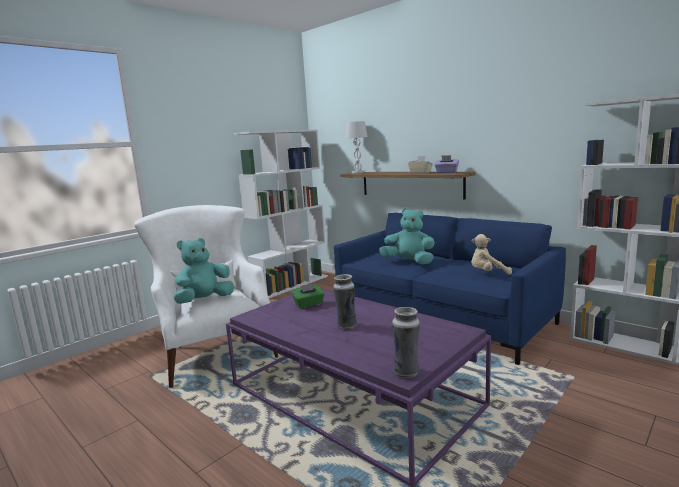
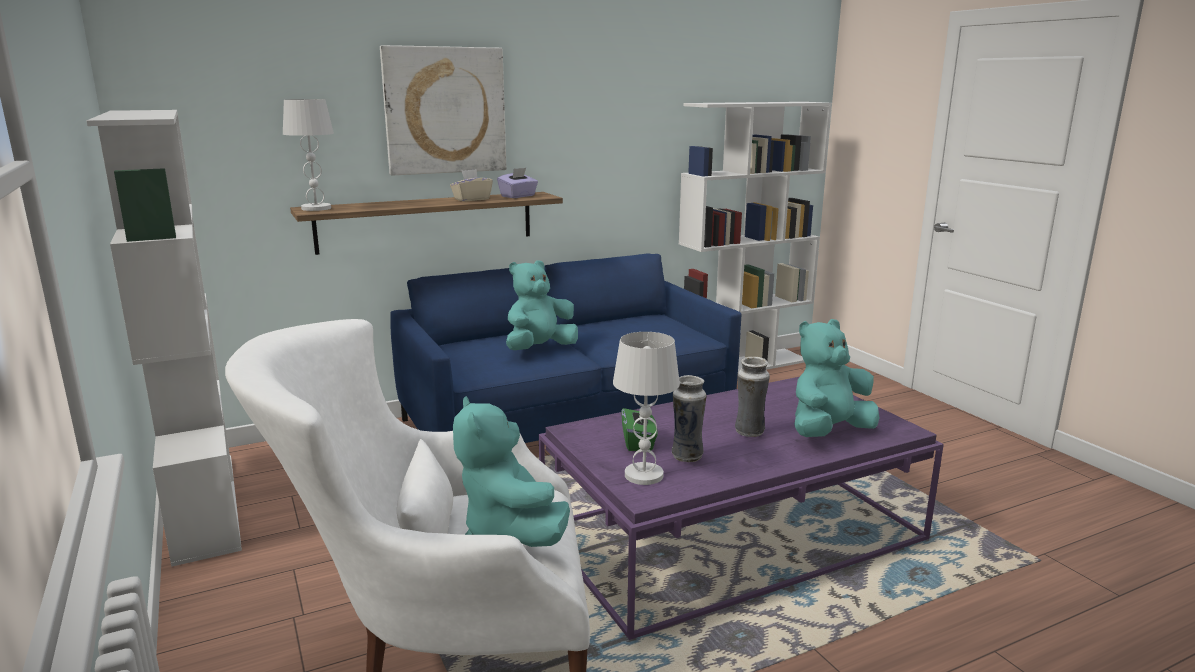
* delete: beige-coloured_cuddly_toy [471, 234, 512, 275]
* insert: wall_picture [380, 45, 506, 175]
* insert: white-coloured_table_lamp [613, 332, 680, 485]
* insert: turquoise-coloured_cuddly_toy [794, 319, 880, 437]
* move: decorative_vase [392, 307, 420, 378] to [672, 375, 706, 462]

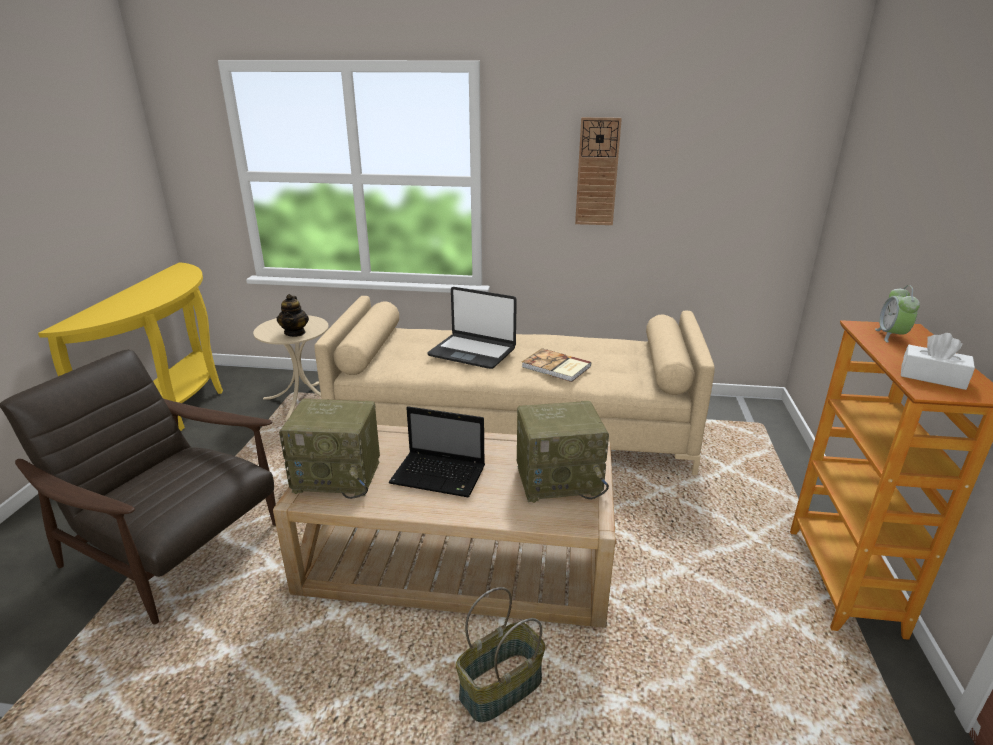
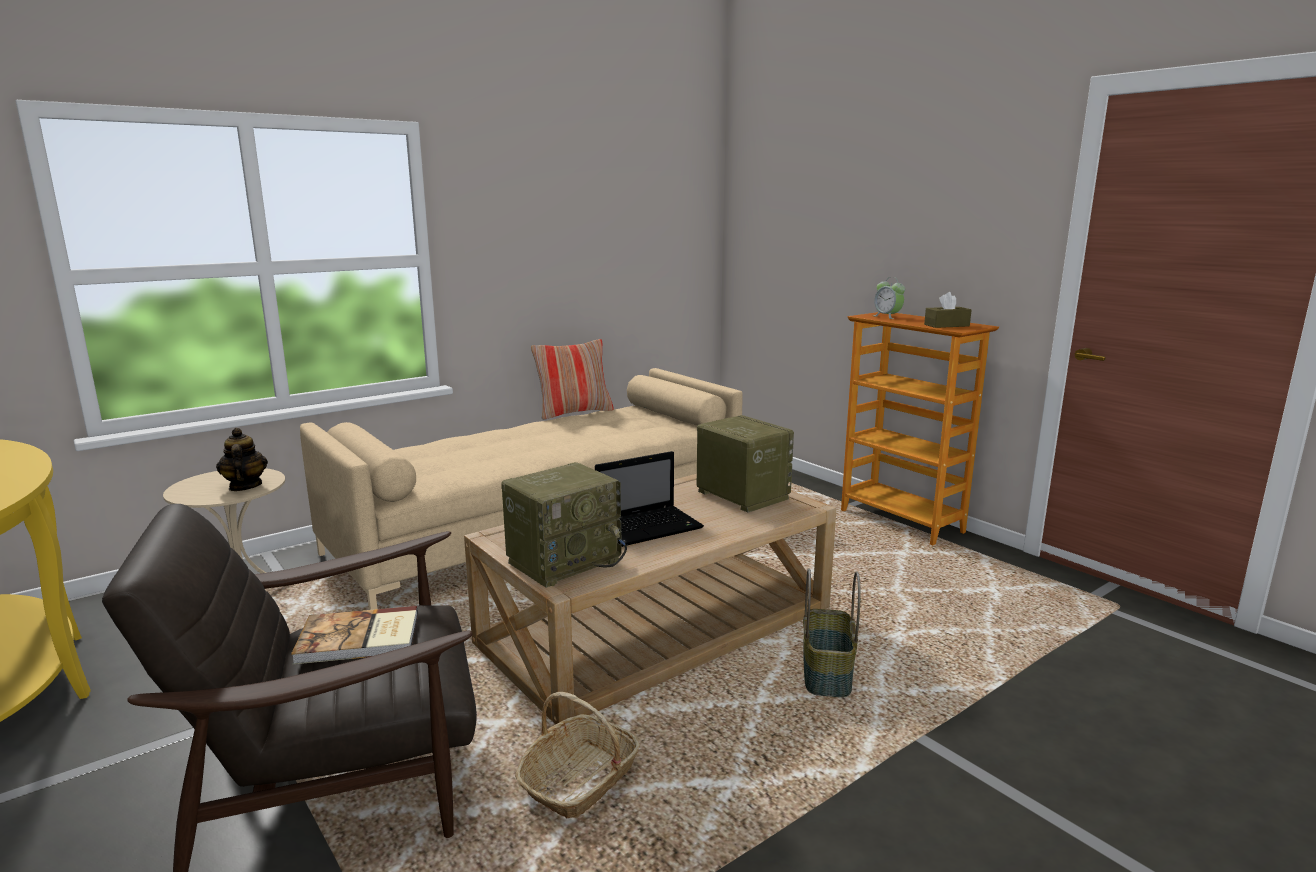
* delete: notebook_computer [427, 287, 517, 369]
* delete: hanging_clock [575, 117, 622, 225]
* insert: basket [515, 692, 640, 818]
* insert: pillow [531, 339, 614, 420]
* move: volume [522, 348, 591, 382] to [291, 606, 418, 664]
* recolor: white-coloured_tissue_box [901, 333, 975, 390] to brown_tissue_box [924, 292, 971, 328]
* rotate: teapot [277, 294, 309, 337] = [216, 428, 268, 491] 150 degrees counterclockwise
* rotate: radio [517, 401, 609, 503] = [697, 415, 794, 513] 75 degrees counterclockwise

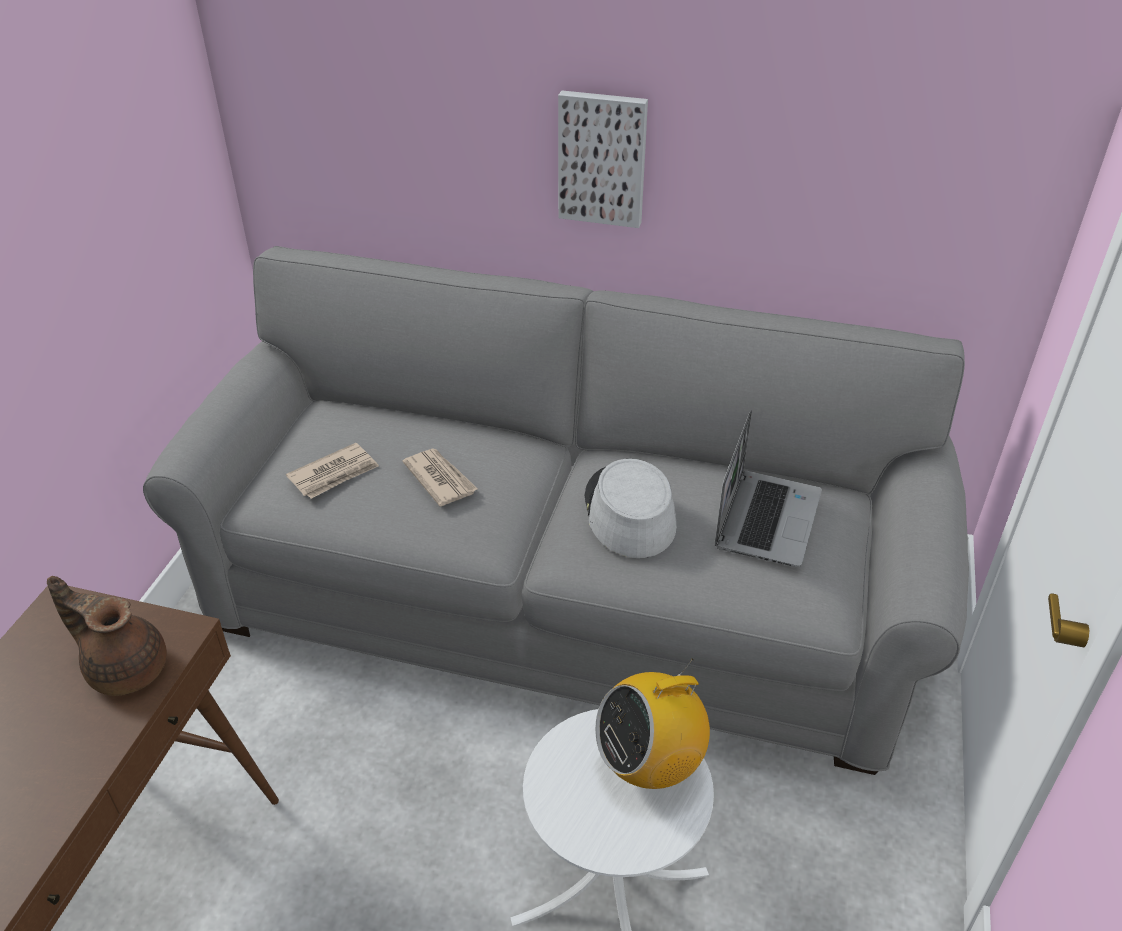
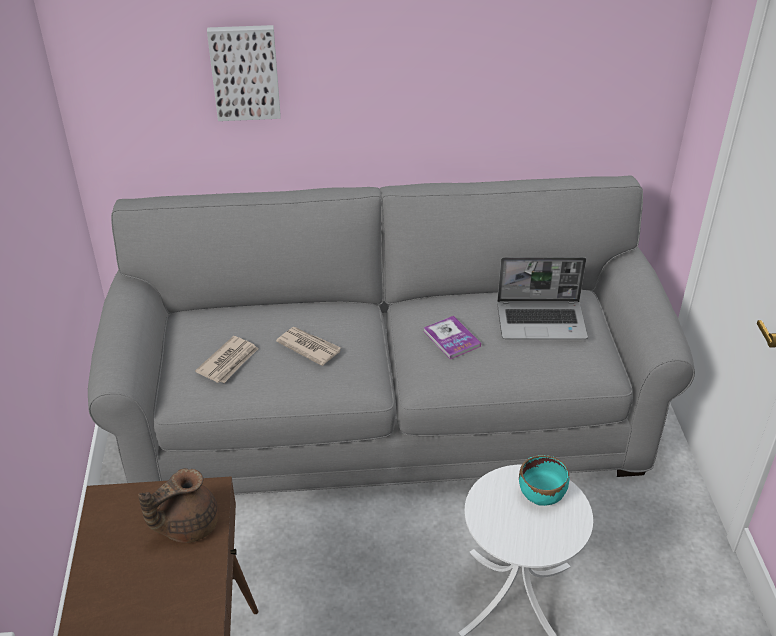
* move: wall_picture [558, 91, 648, 228] to [207, 25, 281, 121]
* replace: gray_hat [584, 459, 677, 558] to volume [423, 316, 481, 359]
* replace: radio [595, 658, 710, 789] to turquoise-coloured_bowl [519, 455, 569, 506]
* rotate: brown_teapot [47, 576, 167, 696] = [138, 468, 219, 543] 45 degrees counterclockwise
* rotate: notebook_computer [715, 410, 822, 567] = [497, 257, 588, 339] 90 degrees clockwise

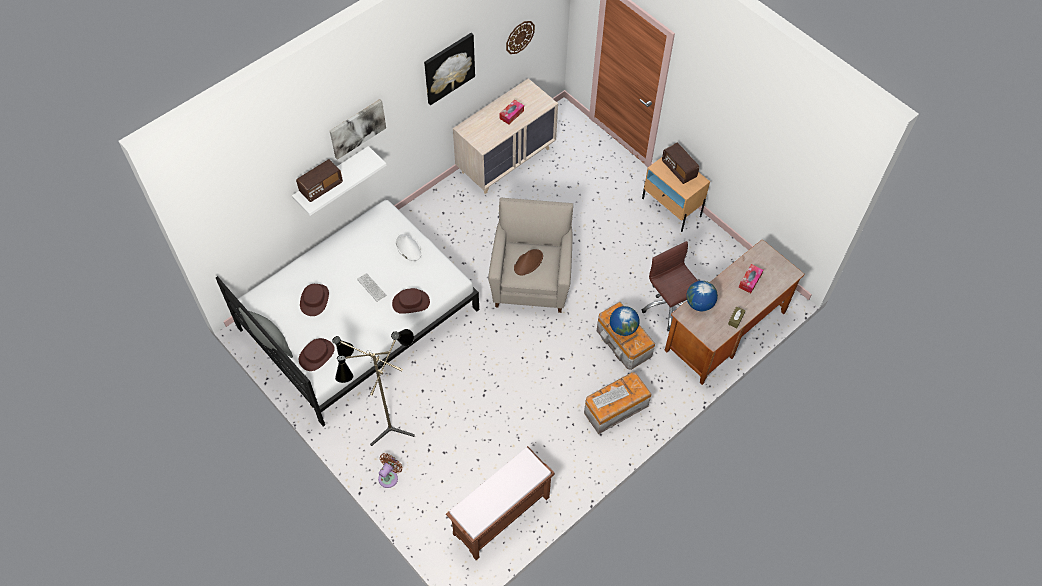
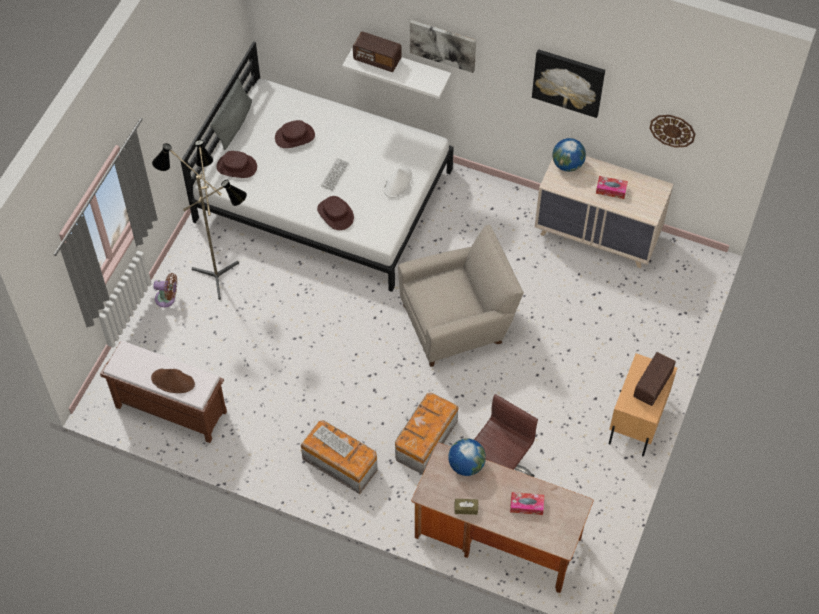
* move: brown_hat [514, 249, 543, 276] to [151, 369, 195, 393]
* move: desk_globe [610, 306, 640, 336] to [552, 138, 586, 172]

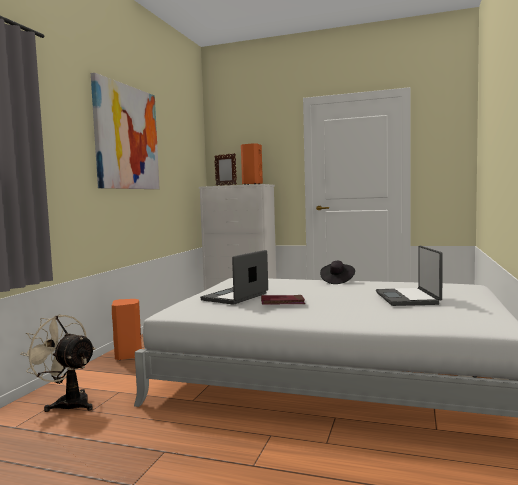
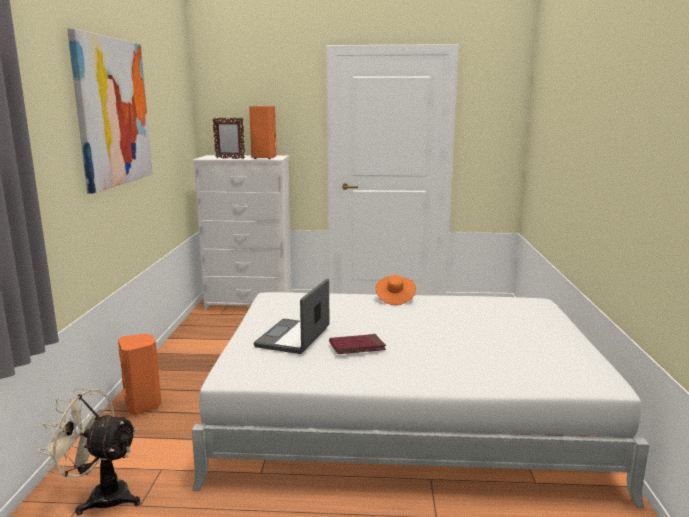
* delete: notebook_computer [376, 246, 443, 306]
* recolor: black_hat [320, 261, 355, 284] to orangey_hat [376, 275, 416, 305]

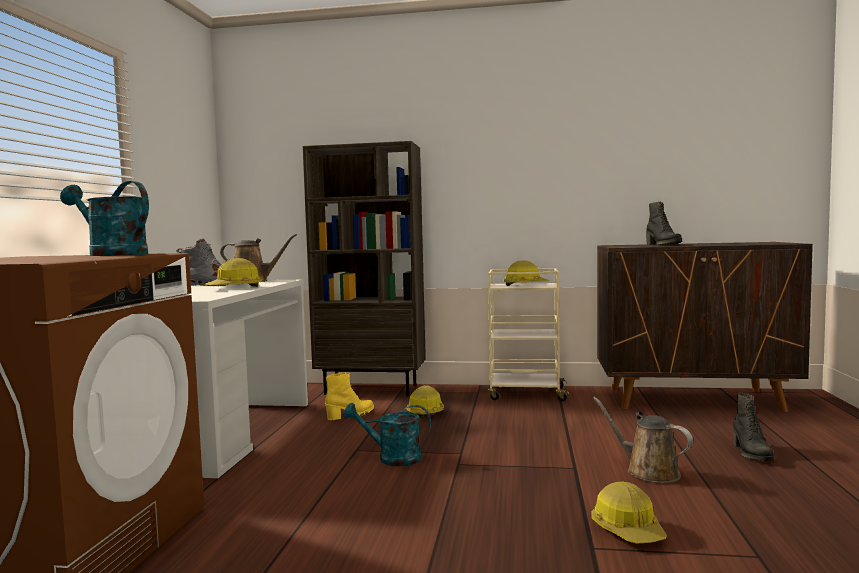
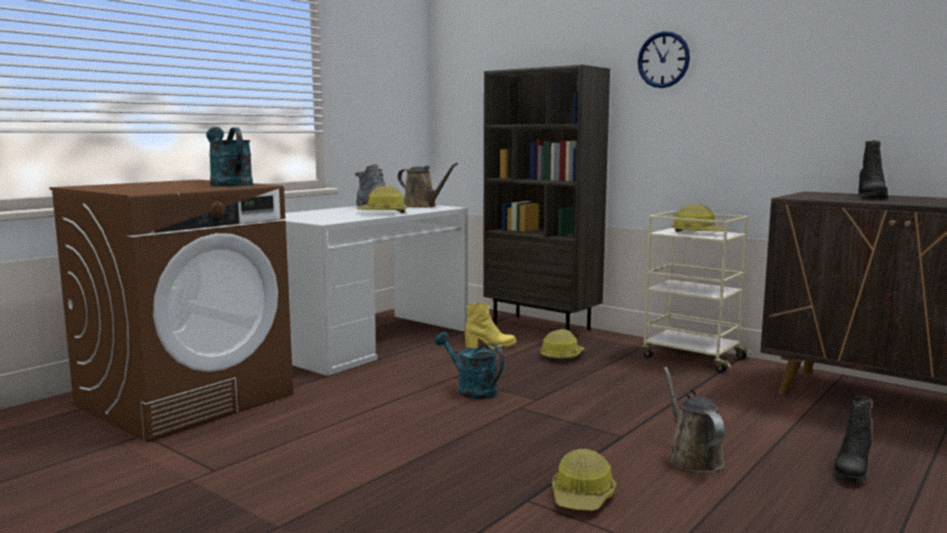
* insert: hanging_clock [638, 31, 690, 88]

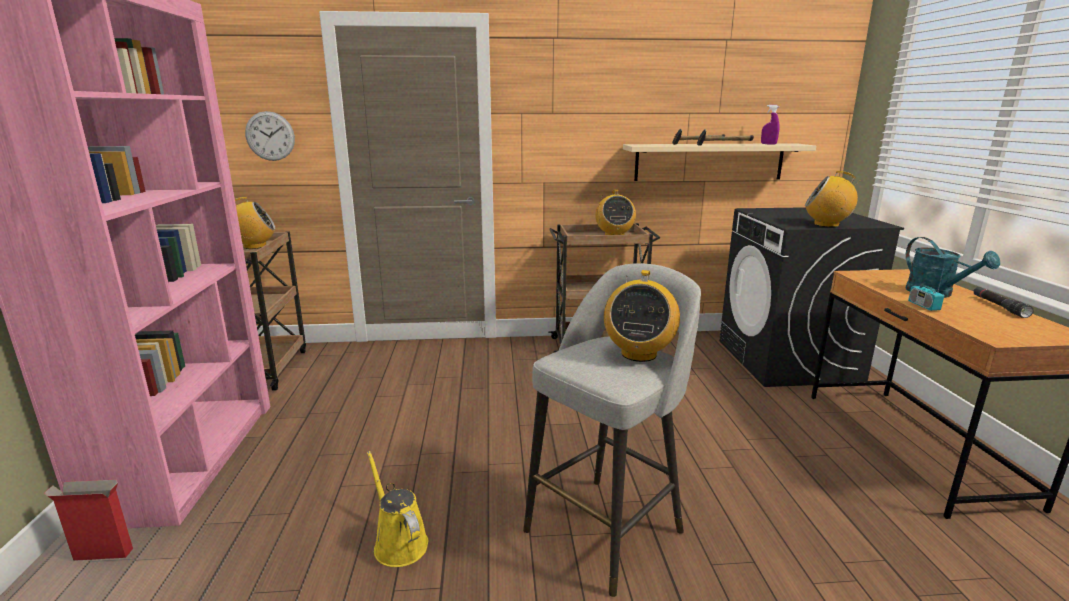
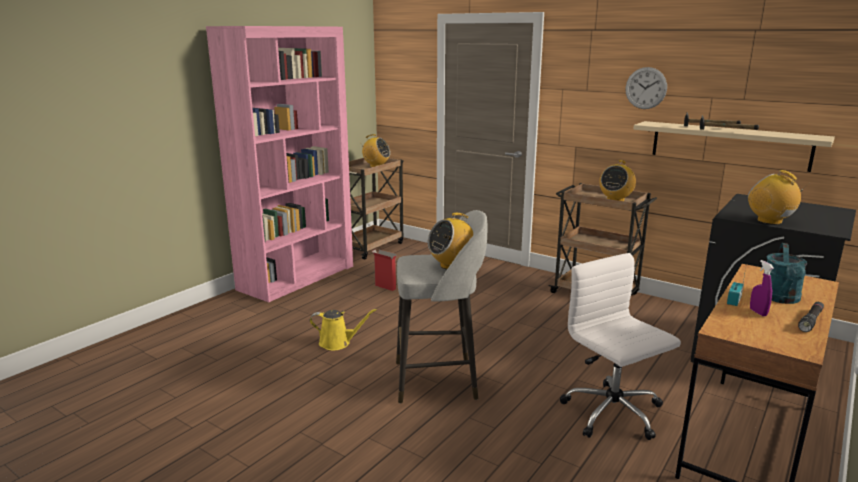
* insert: white-coloured_computer_chair [560, 253, 681, 440]
* move: carton [44, 479, 133, 561] to [372, 250, 397, 291]
* move: hanging_clock [245, 111, 295, 161] to [626, 67, 667, 109]
* move: purple_spray_bottle [761, 105, 780, 145] to [750, 260, 774, 316]
* rotate: yellow_sprinkling_can [367, 451, 429, 567] = [310, 309, 377, 351] 90 degrees clockwise

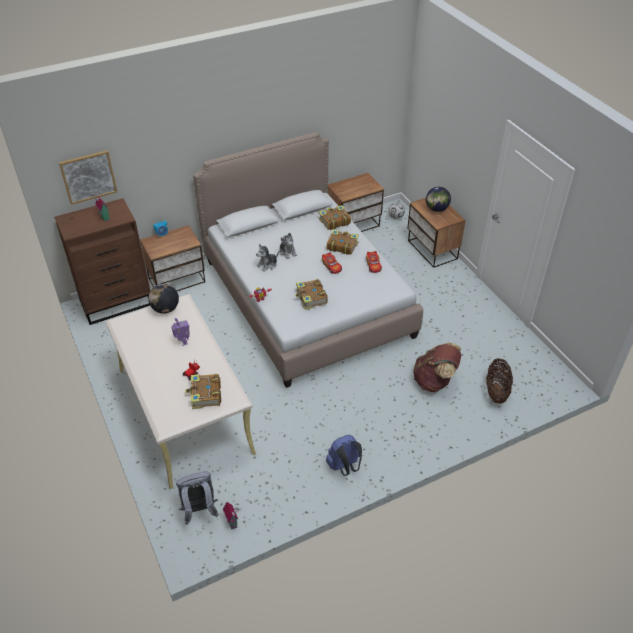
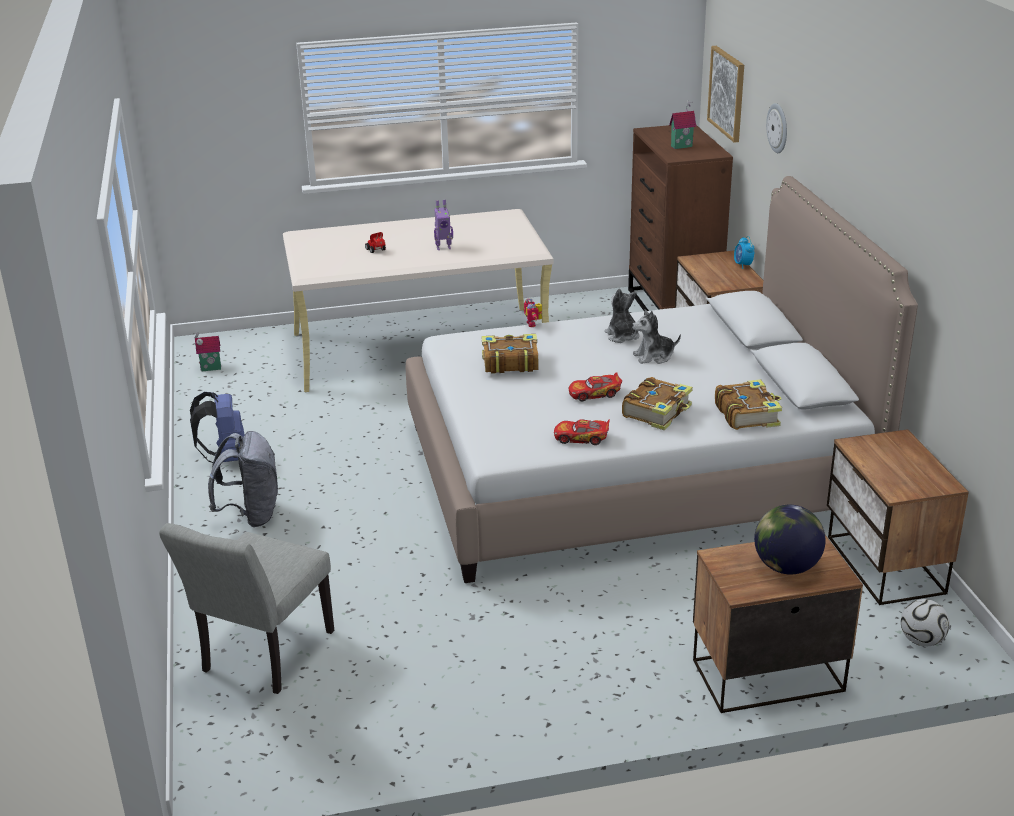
* delete: desk_globe [148, 284, 179, 314]
* delete: volume [185, 374, 221, 409]
* delete: brown_backpack [413, 342, 462, 392]
* insert: hanging_clock [766, 103, 787, 153]
* move: gray_backpack [176, 471, 218, 525] to [208, 431, 278, 527]
* replace: basket [486, 358, 513, 404] to gray_upright_chair [159, 523, 334, 694]

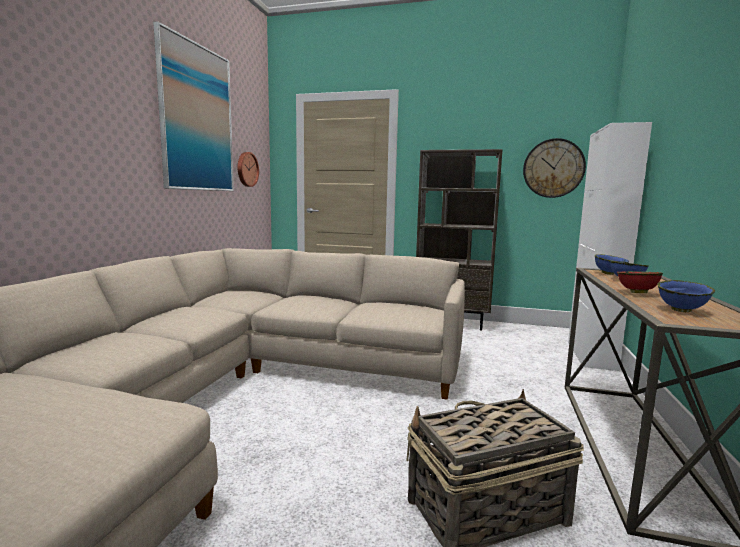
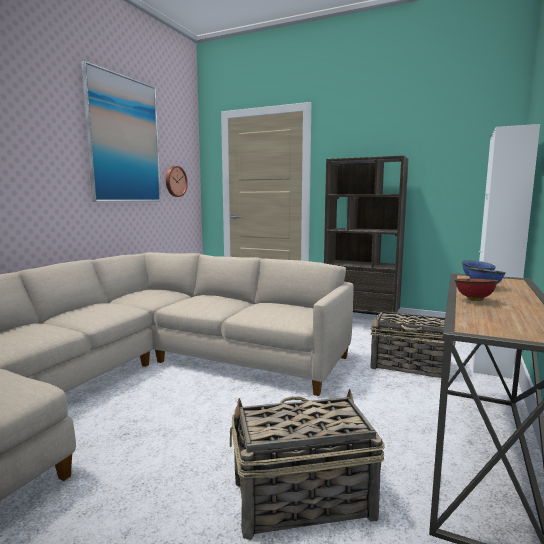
* delete: hanging_clock [523, 138, 586, 198]
* delete: bluish_bowl [657, 280, 715, 312]
* insert: basket [371, 311, 455, 378]

